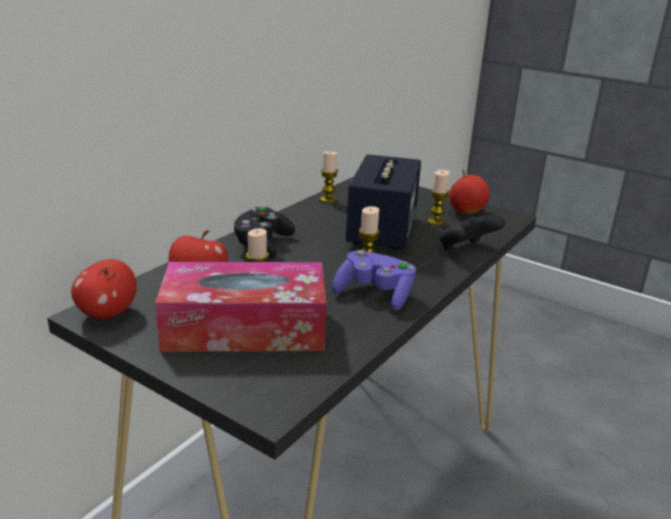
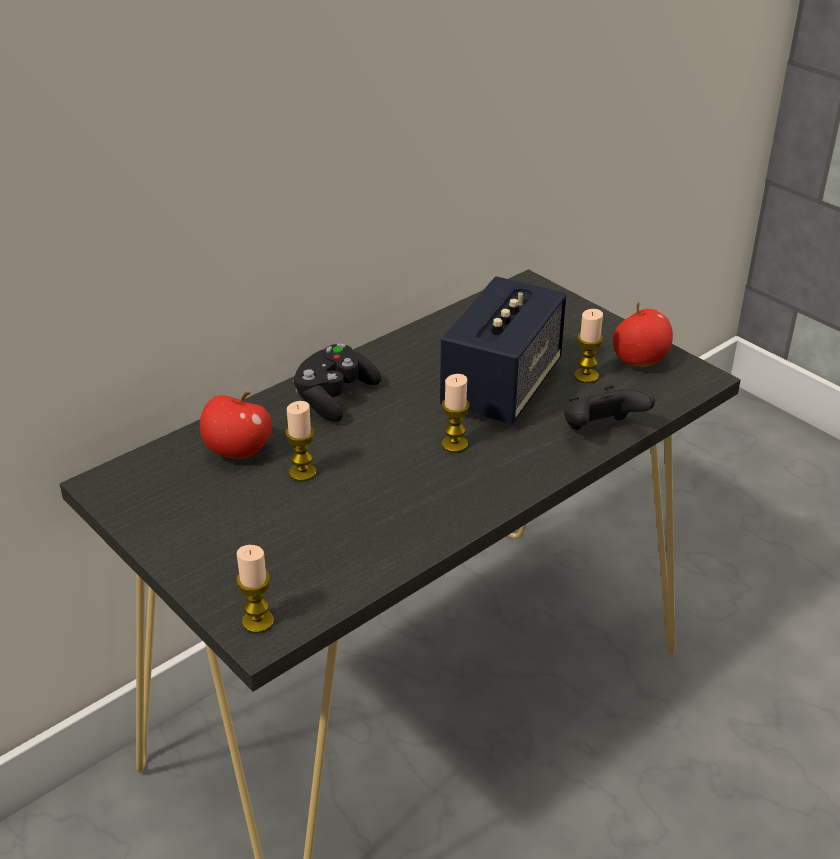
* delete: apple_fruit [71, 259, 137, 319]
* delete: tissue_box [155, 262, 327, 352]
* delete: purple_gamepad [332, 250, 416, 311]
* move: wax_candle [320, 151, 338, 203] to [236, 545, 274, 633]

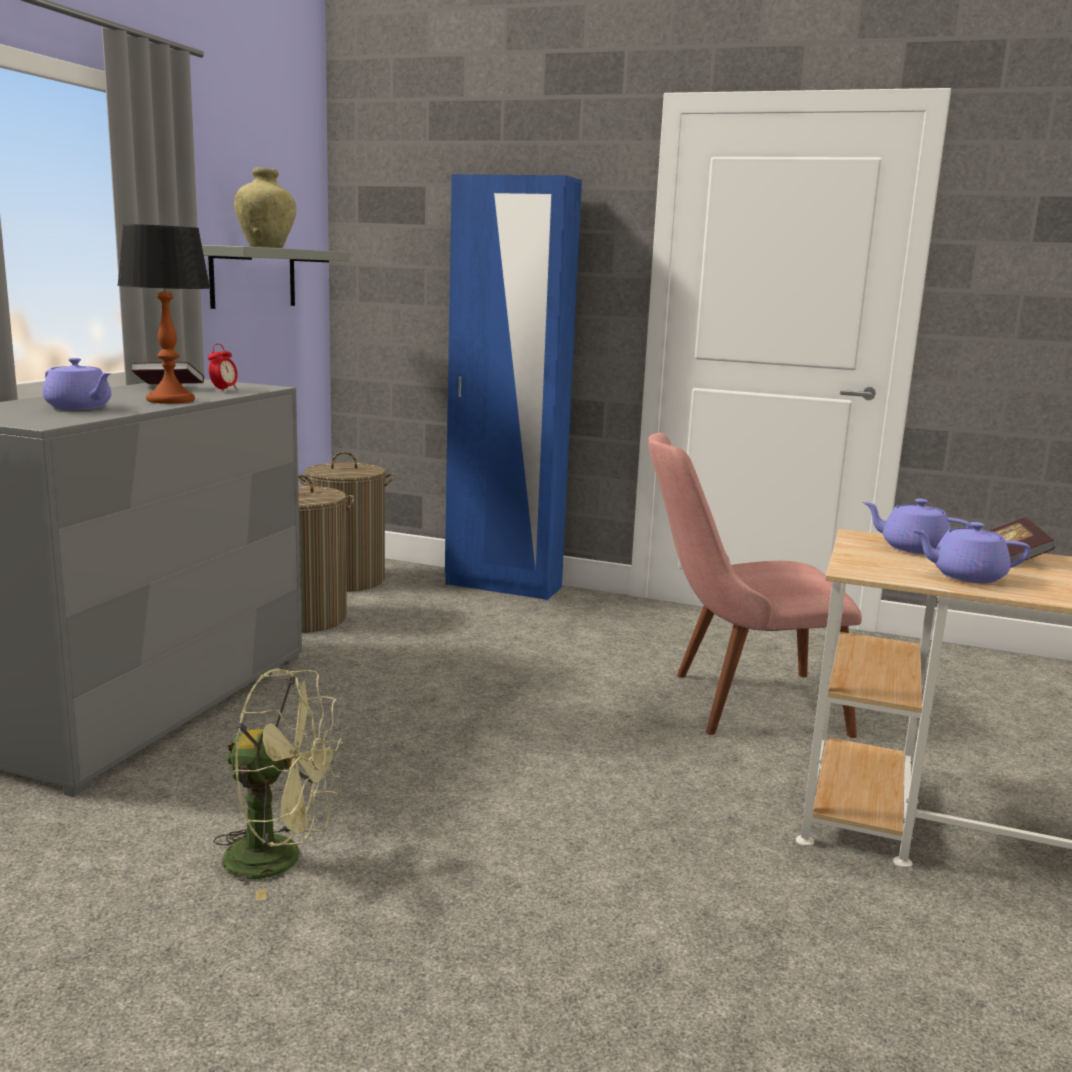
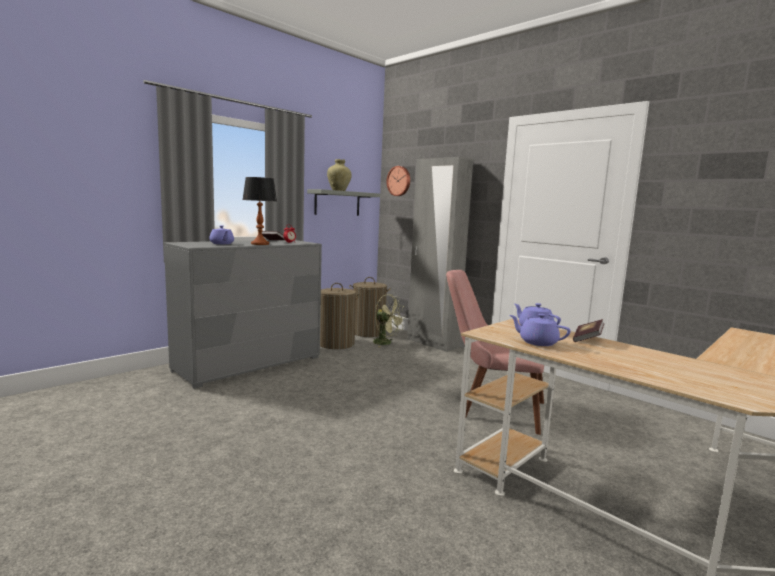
* insert: hanging_clock [387, 166, 410, 196]
* move: green_cooling_fan [213, 669, 344, 901] to [373, 294, 406, 347]
* recolor: bluish_wardrobe [445, 174, 582, 600] to gray_wardrobe [407, 157, 473, 352]

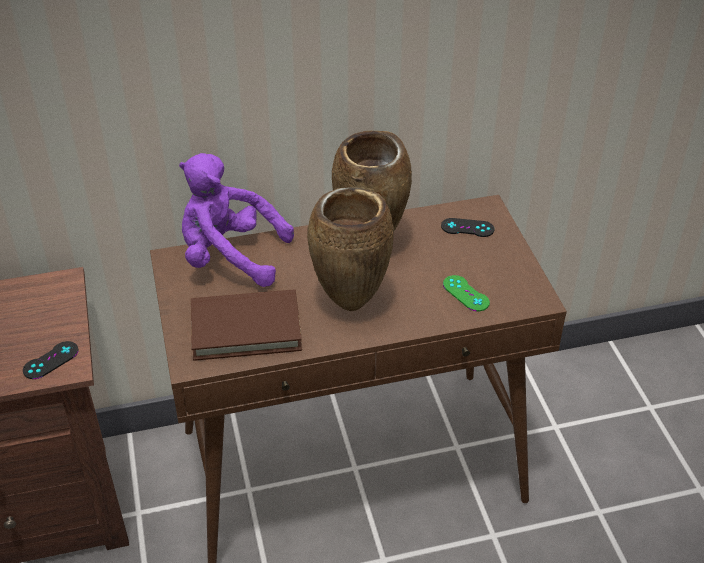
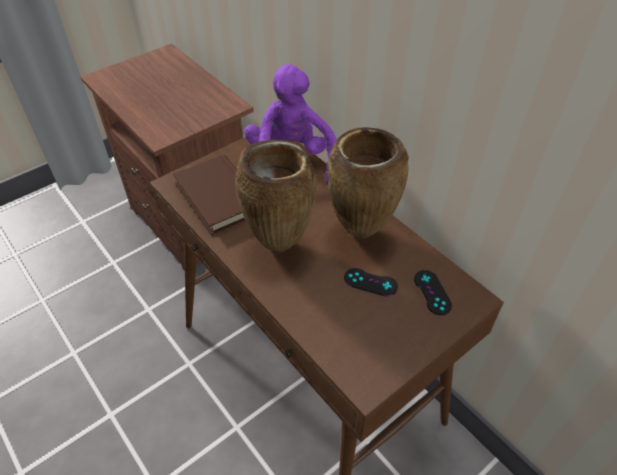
* delete: green_gamepad [443, 275, 490, 311]
* move: black_gamepad [23, 341, 78, 379] to [344, 268, 398, 296]

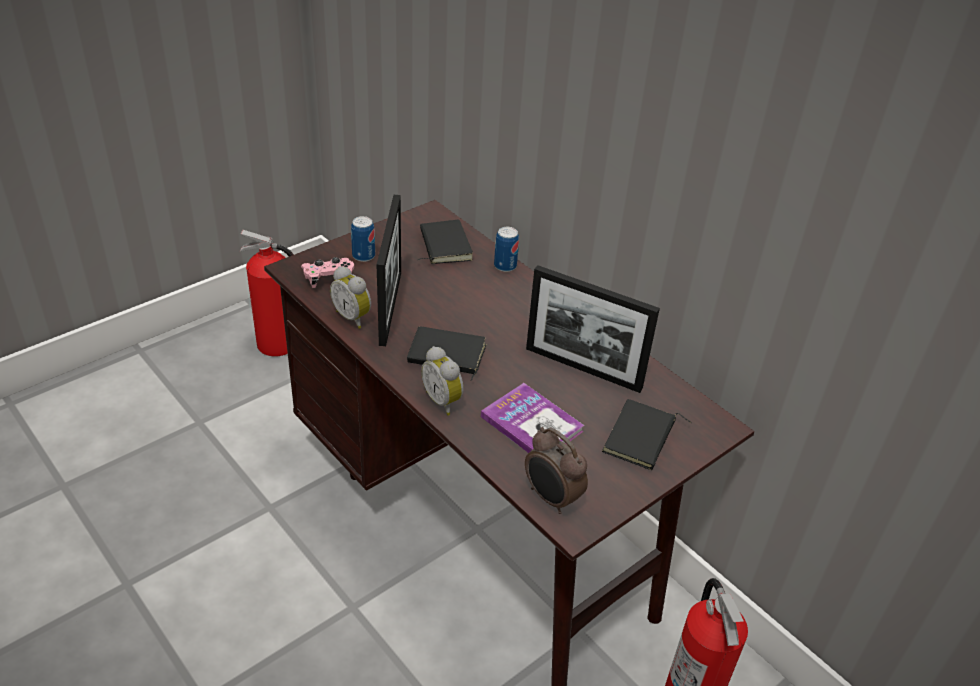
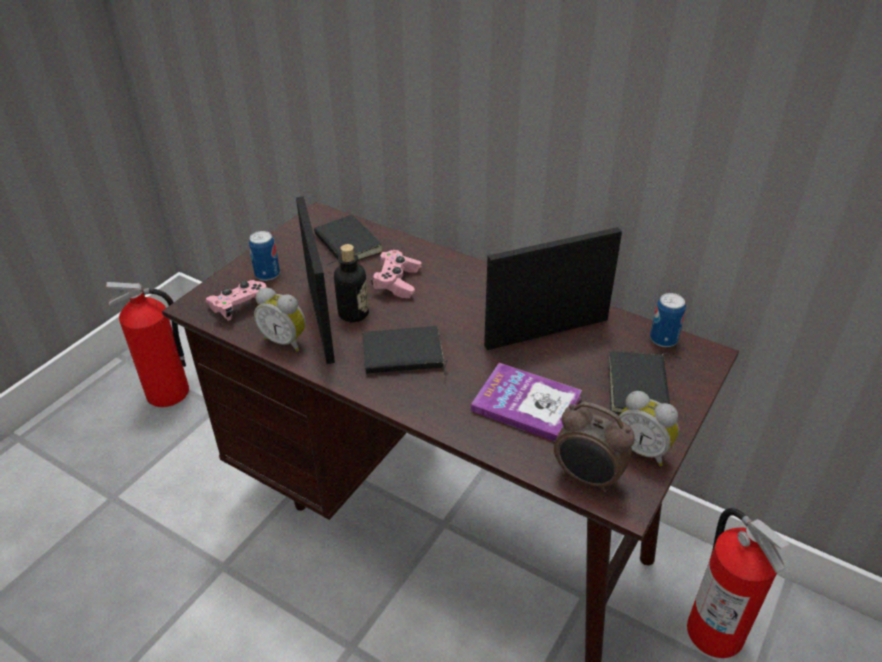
* insert: bottle [334, 244, 369, 322]
* insert: pink_gamepad [371, 250, 421, 298]
* move: alarm_clock [421, 346, 464, 416] to [619, 391, 679, 466]
* move: can [494, 227, 519, 272] to [650, 293, 686, 347]
* rotate: photo_frame [526, 265, 660, 393] = [484, 227, 622, 350] 150 degrees clockwise

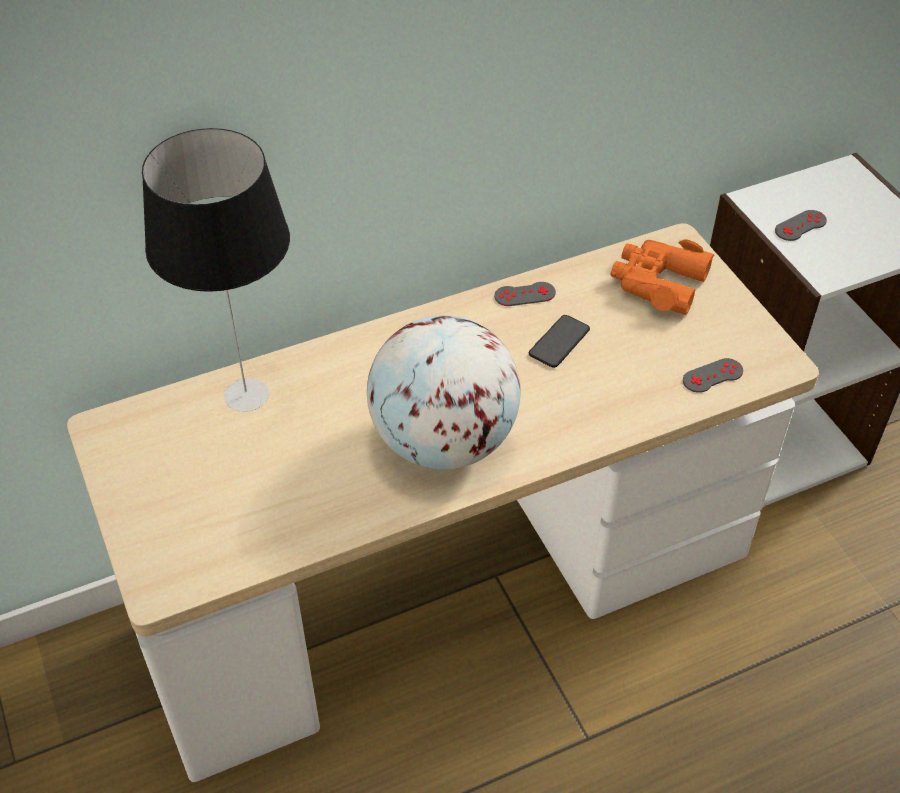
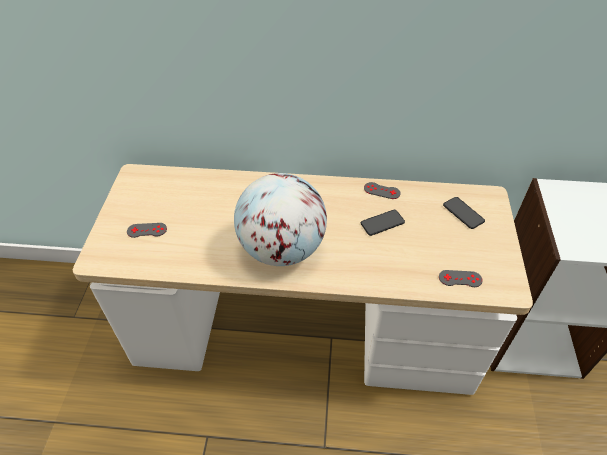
* delete: table_lamp [142, 128, 290, 412]
* move: gray_gamepad [775, 210, 827, 241] to [127, 223, 167, 238]
* replace: orangey_binoculars [610, 239, 714, 315] to telephone [443, 197, 485, 229]

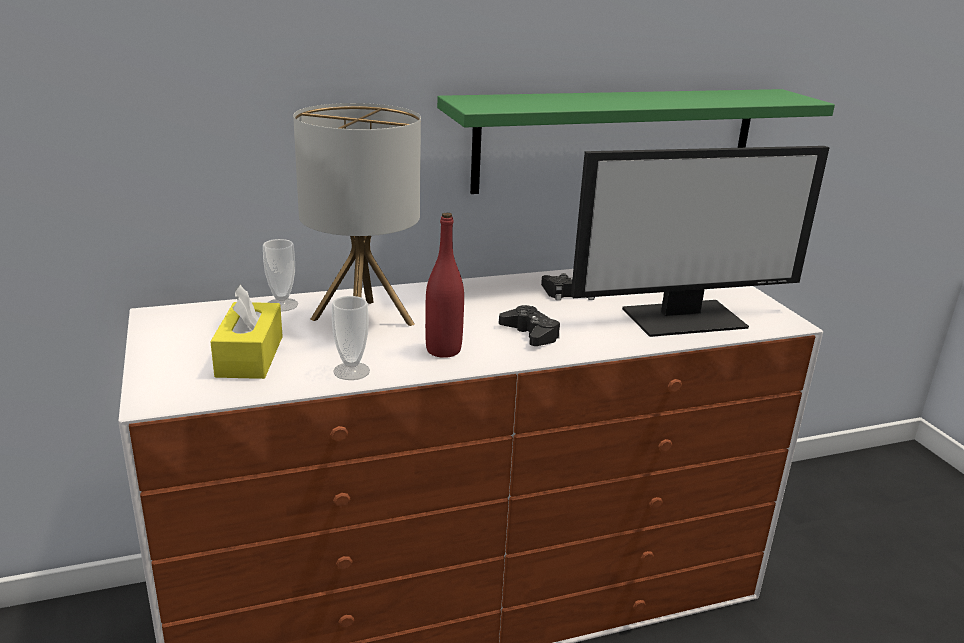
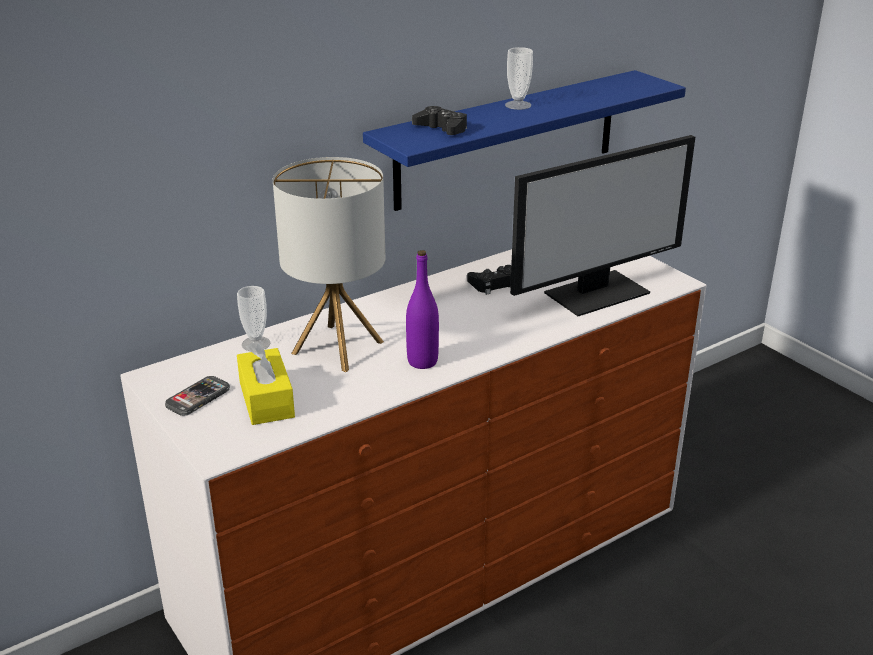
* insert: telephone [165, 376, 230, 416]
* move: cup [332, 296, 370, 380] to [505, 47, 533, 110]
* move: black_gamepad [499, 305, 560, 346] to [412, 106, 467, 135]
* recolor: red-coloured_bottle [425, 213, 464, 358] to purple_bottle [406, 250, 439, 369]
* recolor: green_bracket_shelf [437, 89, 835, 194] to bluish_bracket_shelf [363, 70, 686, 211]

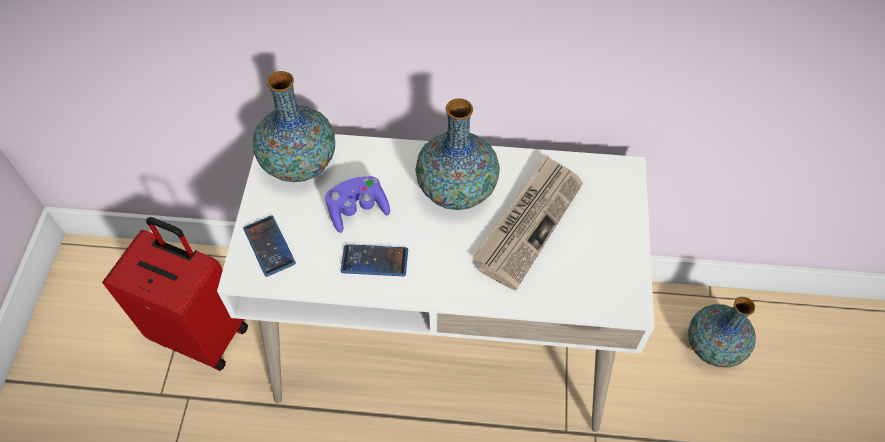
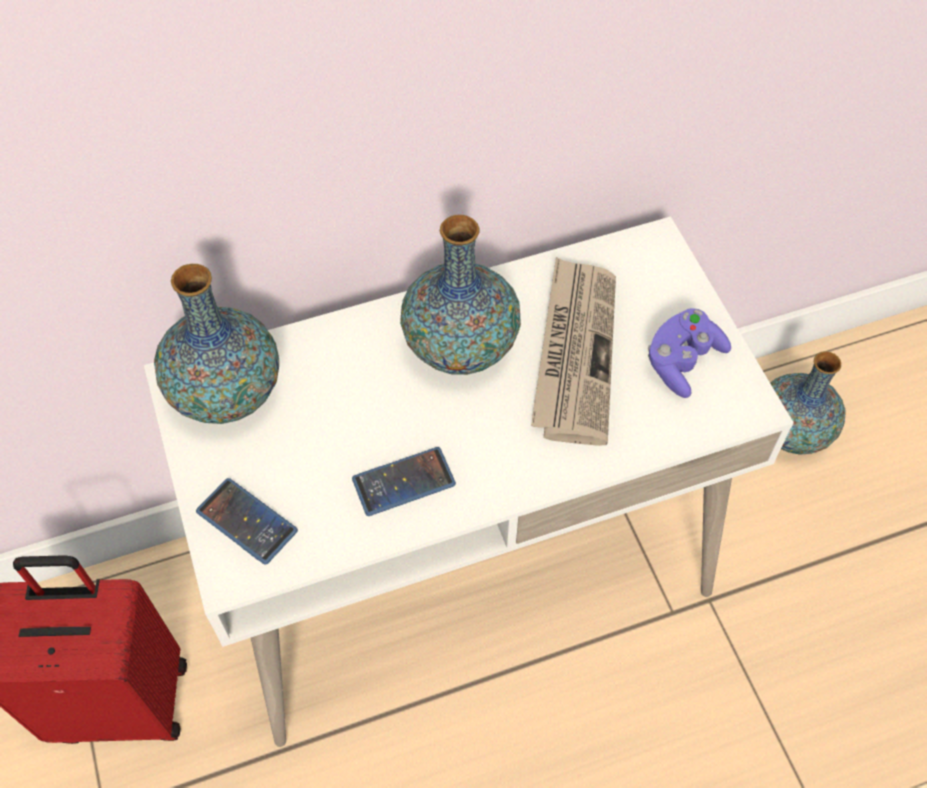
* move: purple_gamepad [325, 176, 390, 233] to [648, 308, 731, 398]

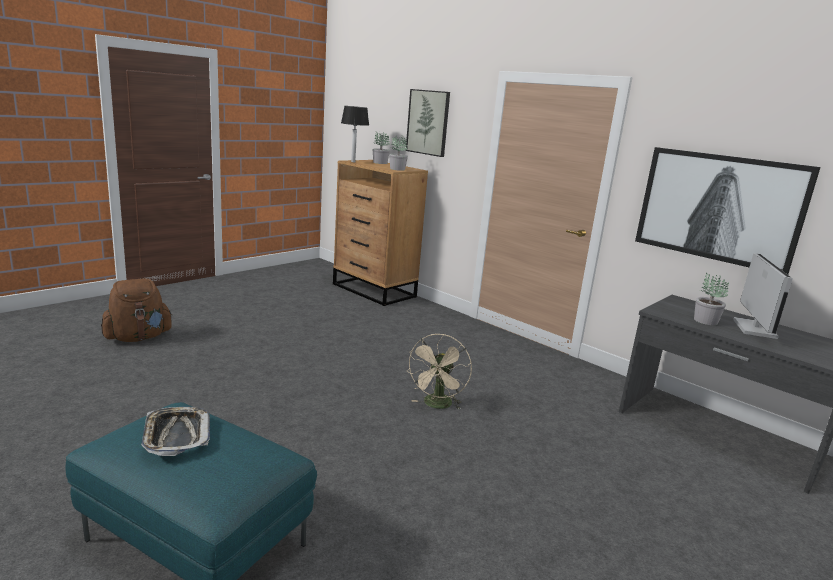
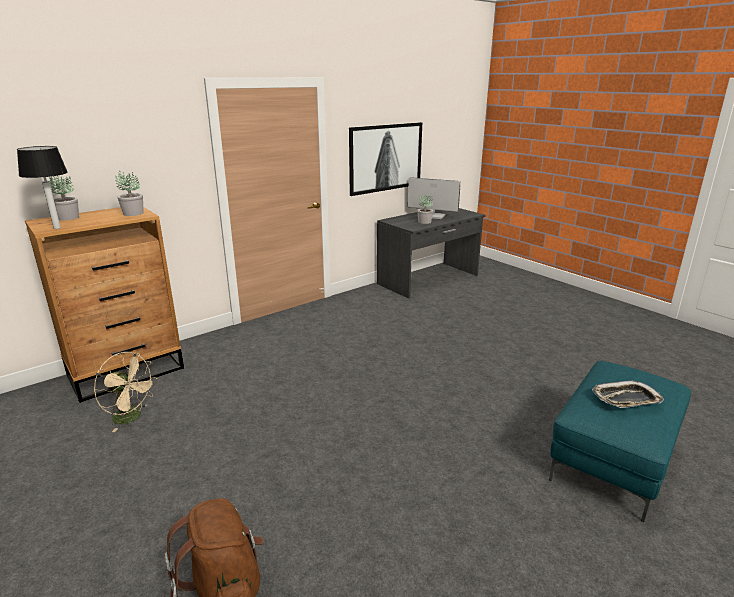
* delete: wall_picture [406, 89, 450, 157]
* move: beige-coloured_cooling_fan [407, 334, 472, 409] to [94, 352, 157, 432]

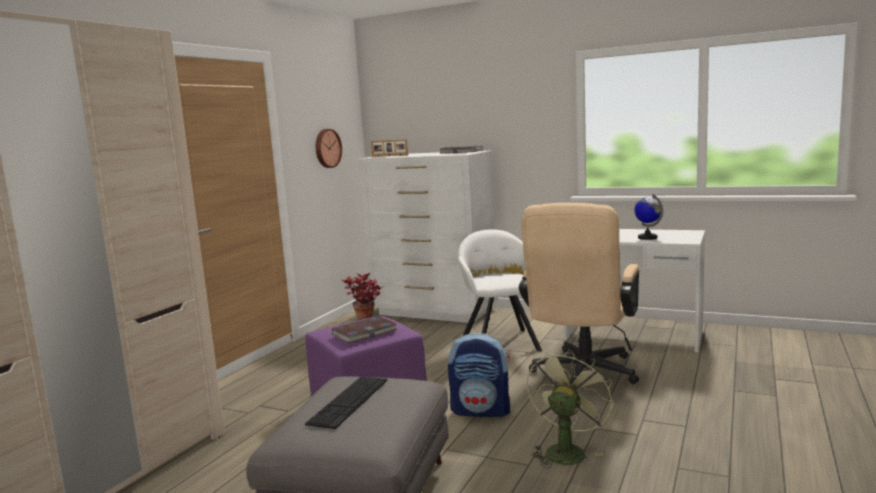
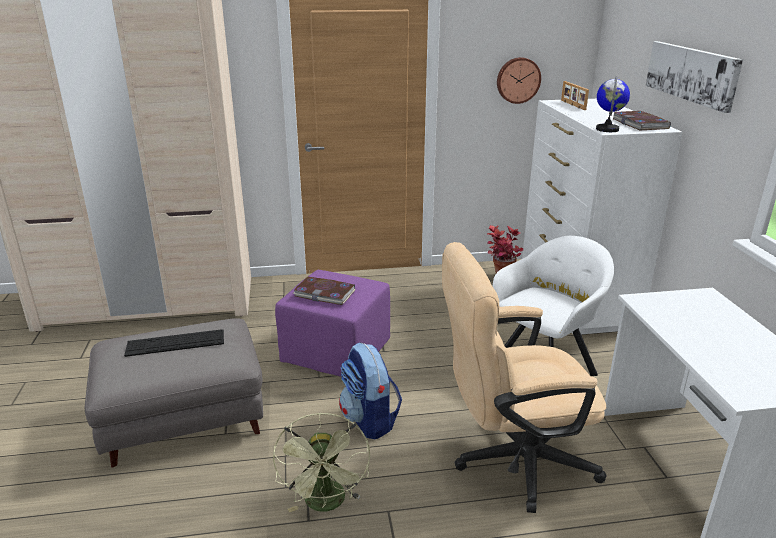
* insert: wall_picture [646, 41, 743, 113]
* move: desk_globe [634, 194, 663, 240] to [596, 76, 630, 132]
* rotate: green_cooling_fan [527, 348, 614, 468] = [273, 413, 370, 512] 90 degrees clockwise

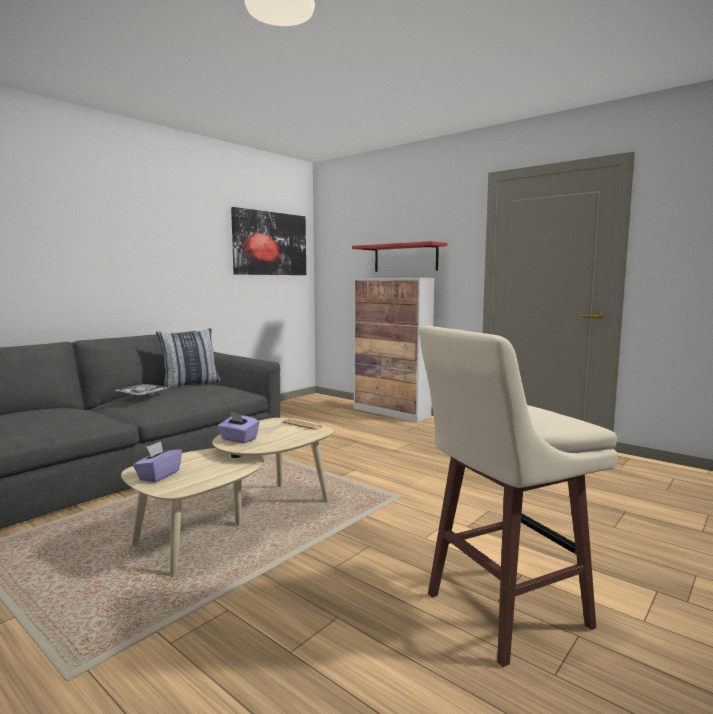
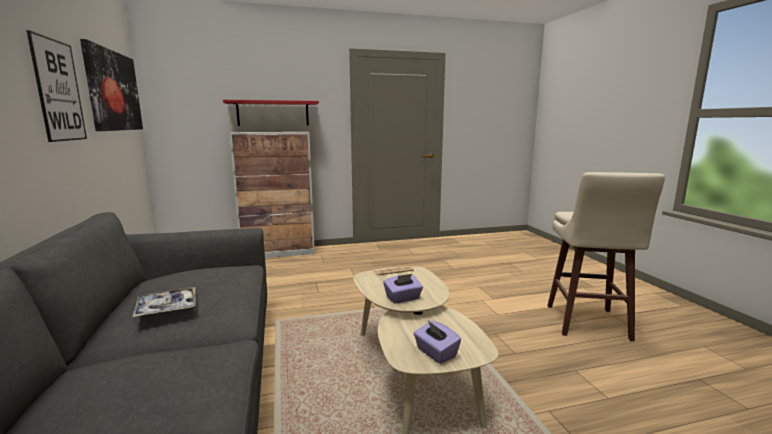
* delete: pillow [156, 328, 221, 389]
* insert: wall_picture [27, 30, 87, 142]

